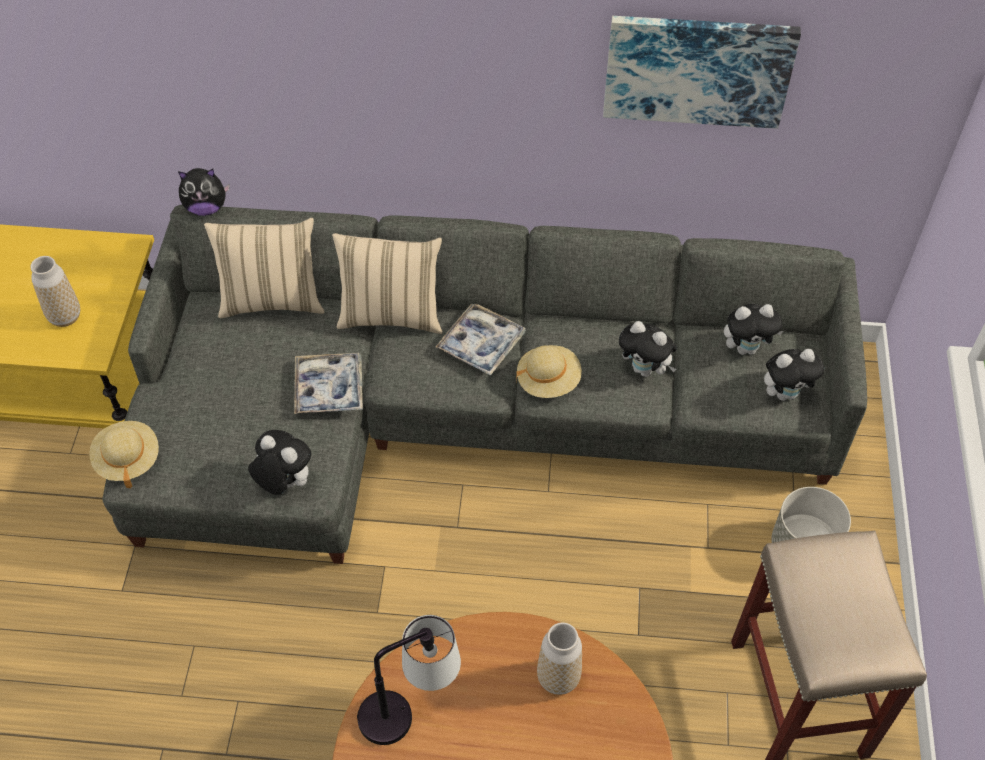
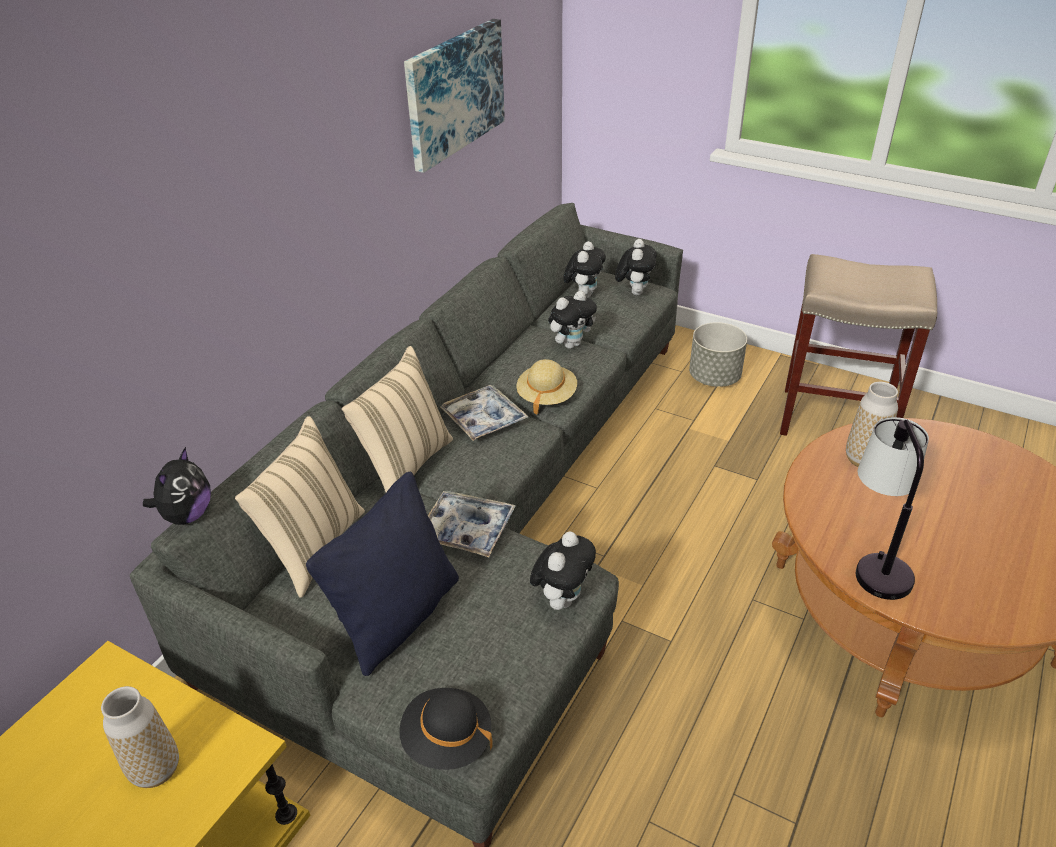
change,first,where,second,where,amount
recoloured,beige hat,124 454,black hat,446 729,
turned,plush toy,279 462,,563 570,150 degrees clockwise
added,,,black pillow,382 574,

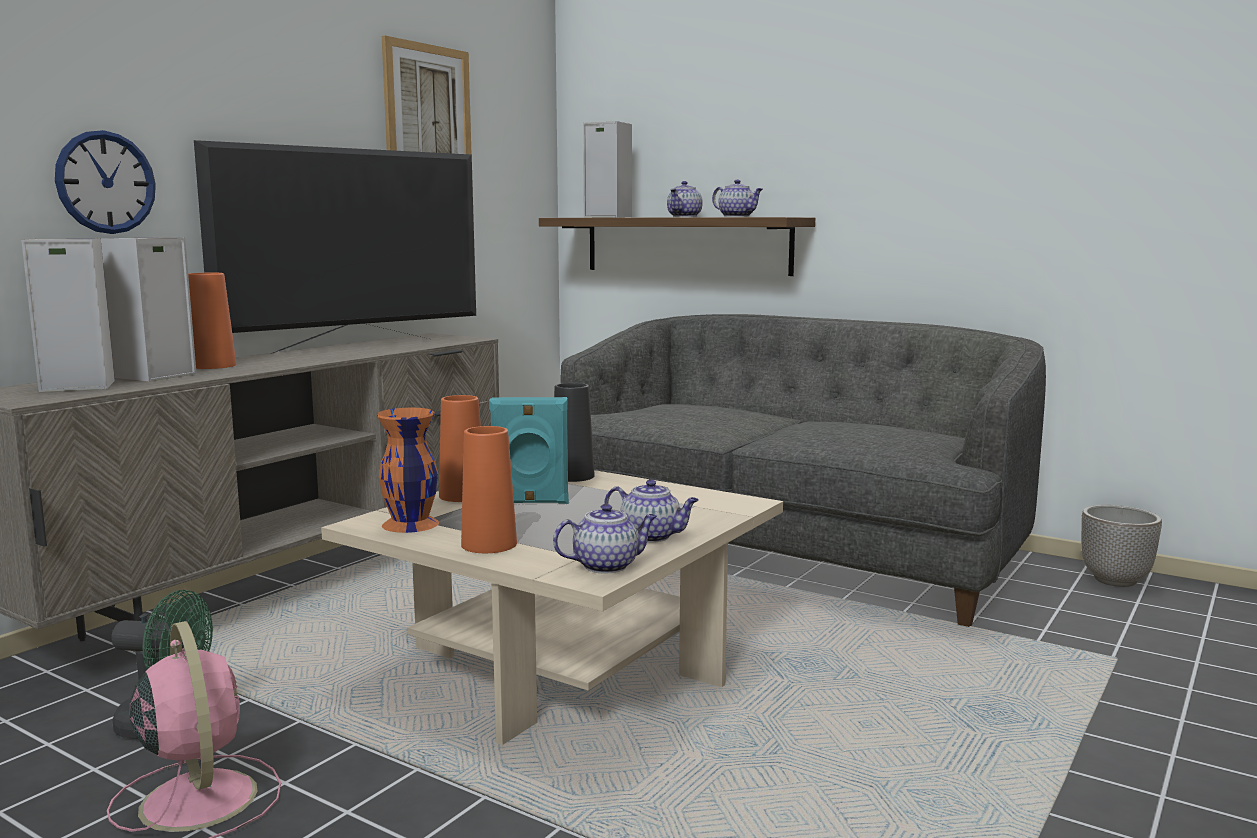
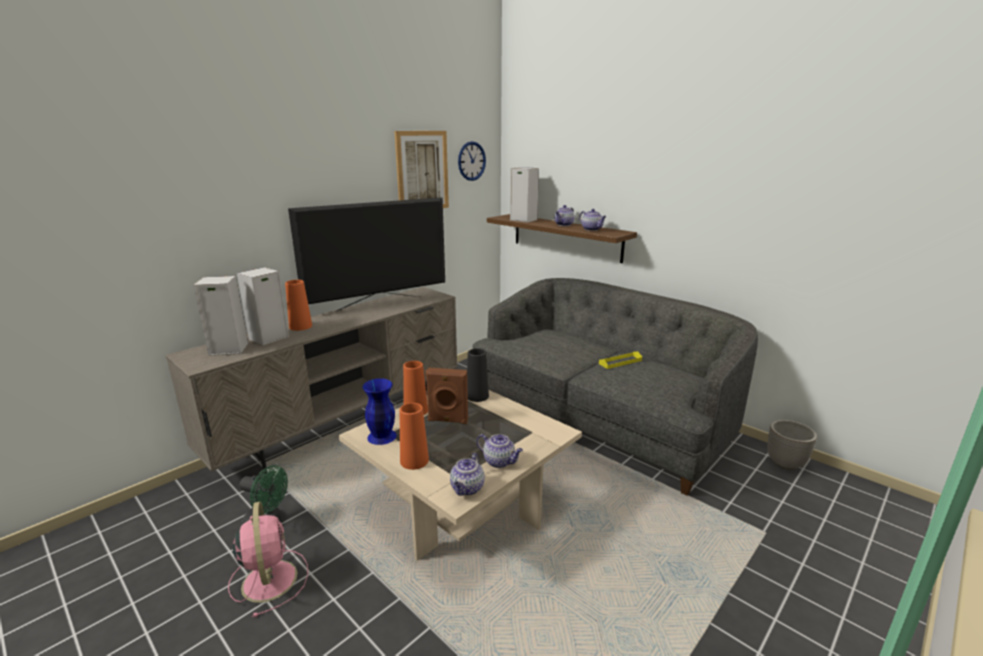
change,first,where,second,where,amount
moved,wall clock,105 182,,472 161,
recoloured,turquoise speaker,529 450,brown speaker,446 395,
recoloured,orange vase,408 470,blue vase,379 411,
turned,teapot,605 538,,467 474,120 degrees clockwise
added,,,yellow tray,620 360,

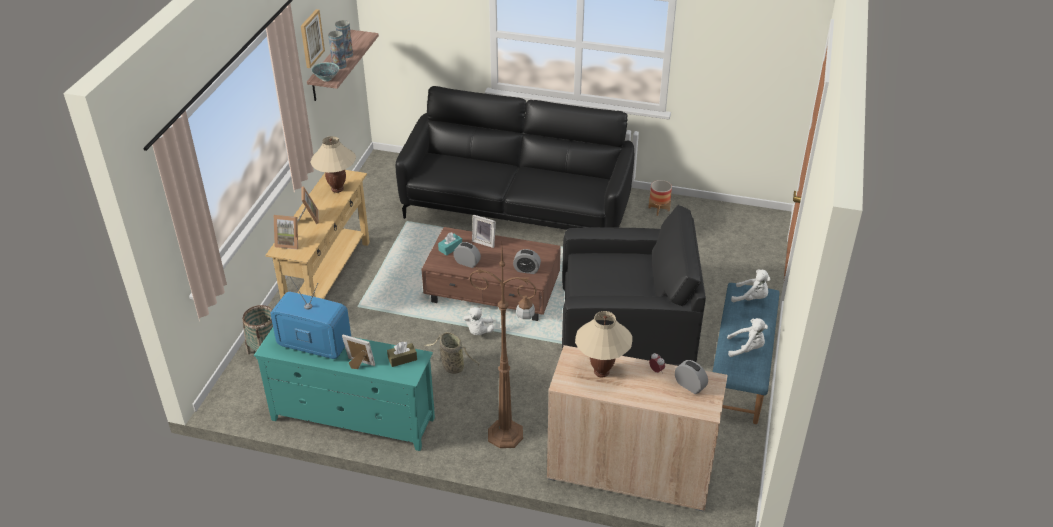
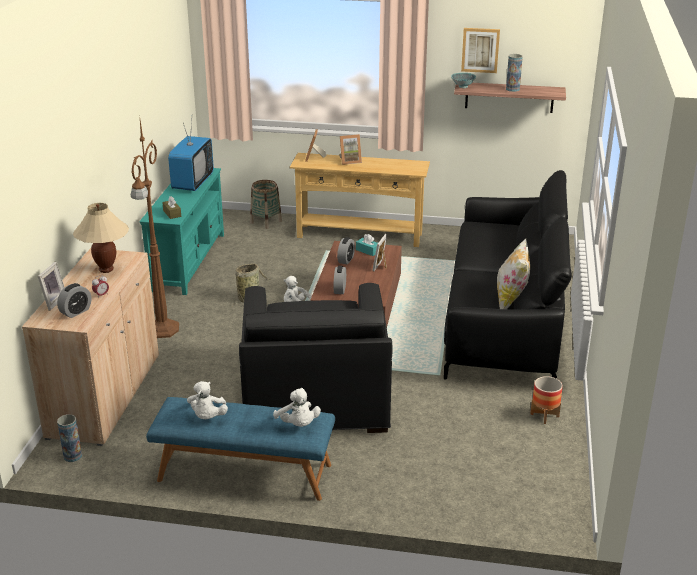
change,first,where,second,where,amount
moved,vase,337 50,,69 438,
removed,beige table lamp,333 164,,,
turned,white plush toy,750 286,,297 407,45 degrees counterclockwise
moved,picture frame,358 351,,51 286,
added,,,pillow,513 274,

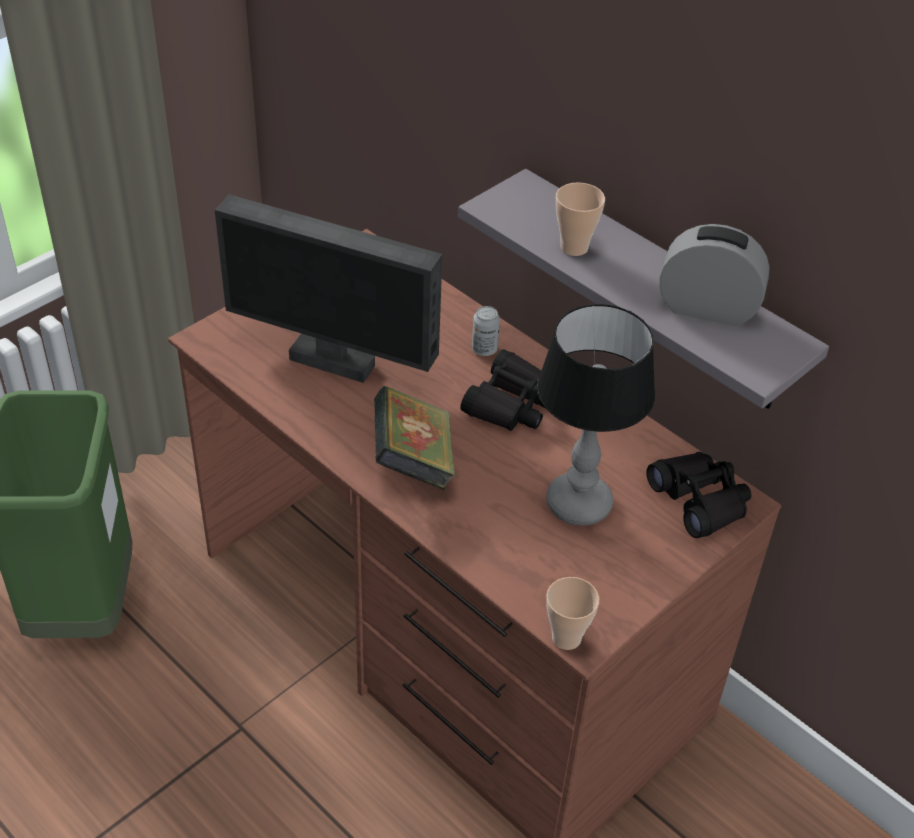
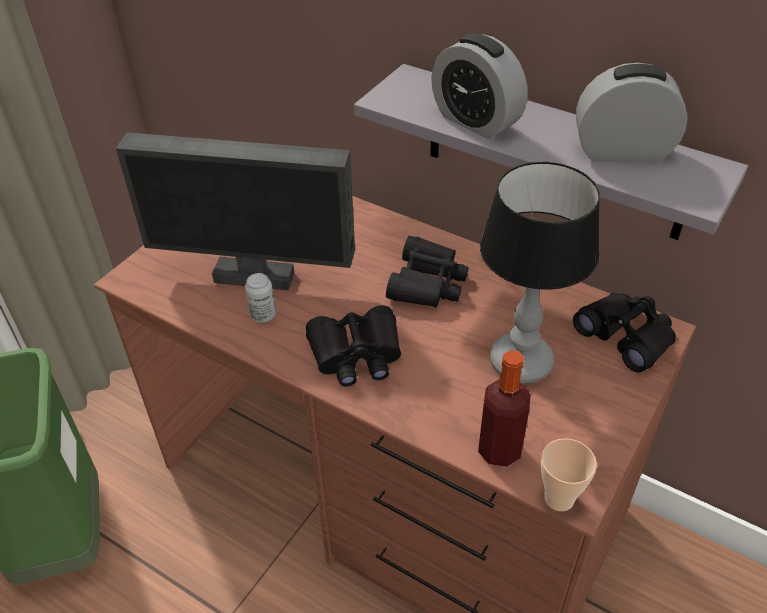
change,first,where,second,where,amount
replaced,cup,580 219,alarm clock,479 86,
moved,can,486 331,,260 297,
replaced,book,414 438,black binoculars,353 346,
added,,,bottle,504 408,

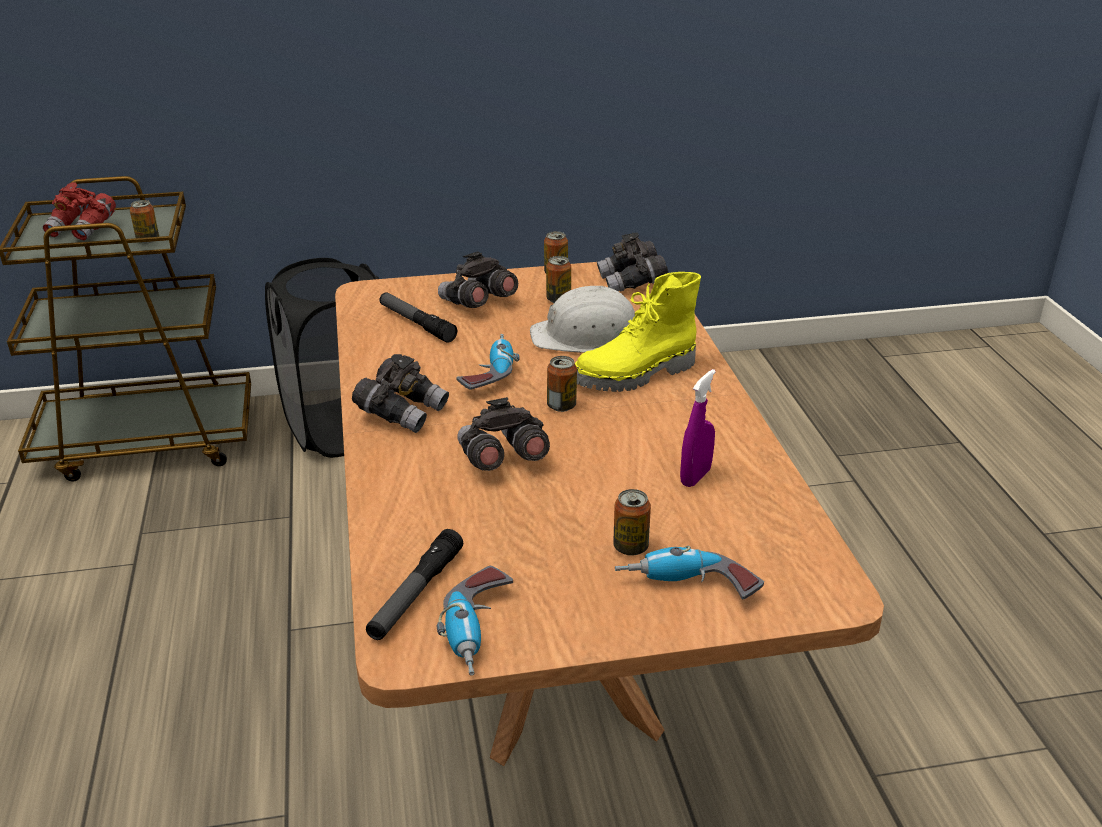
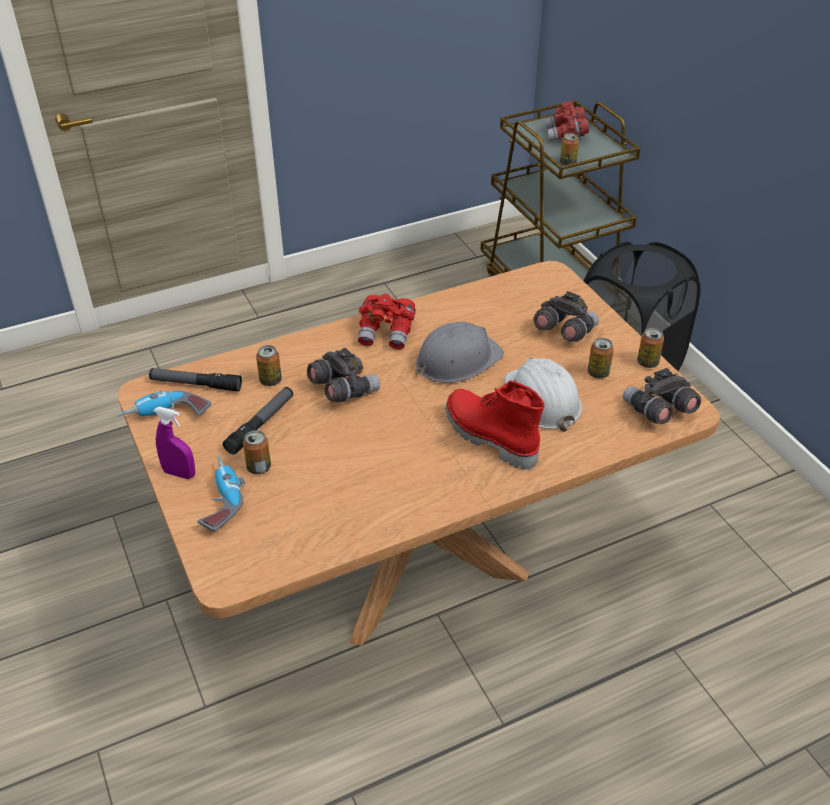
change,first,where,second,where,amount
recoloured,yellow boot,638 332,red boot,495 425,
moved,flashlight,418 317,,258 421,
replaced,power drill,488 362,grey hard hat,460 352,
recoloured,grey binoculars,400 393,red binoculars,387 321,
moved,can,562 384,,269 365,
moved,purple spray bottle,698 428,,174 443,

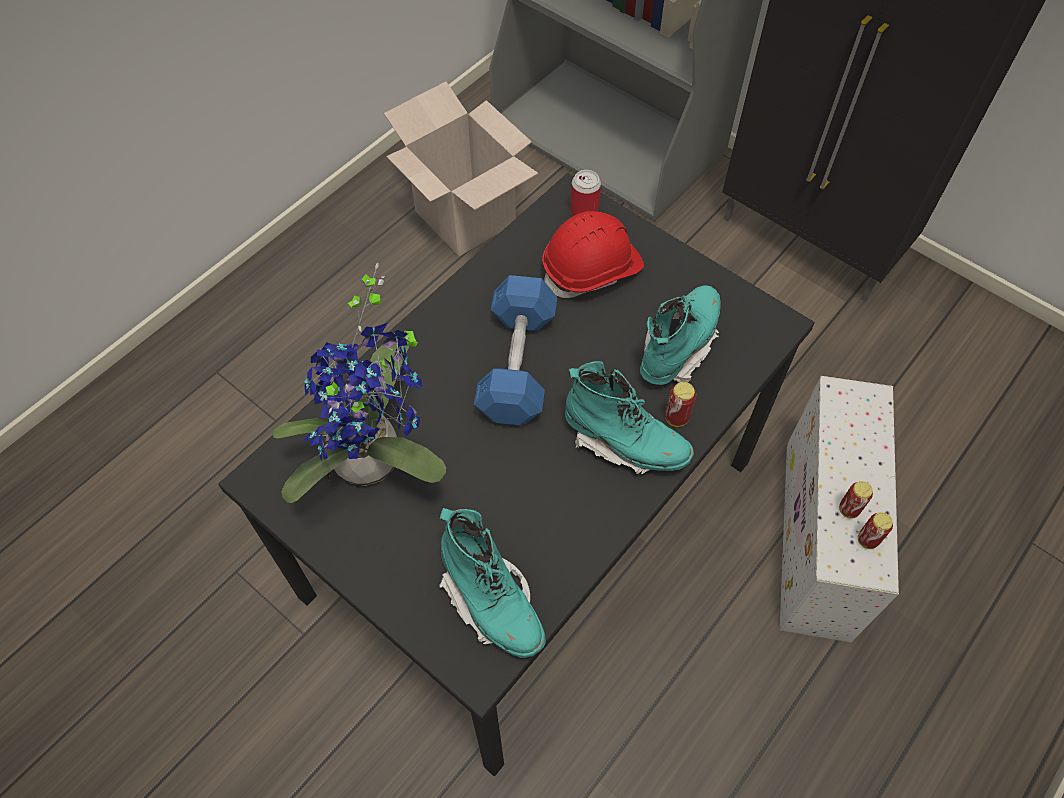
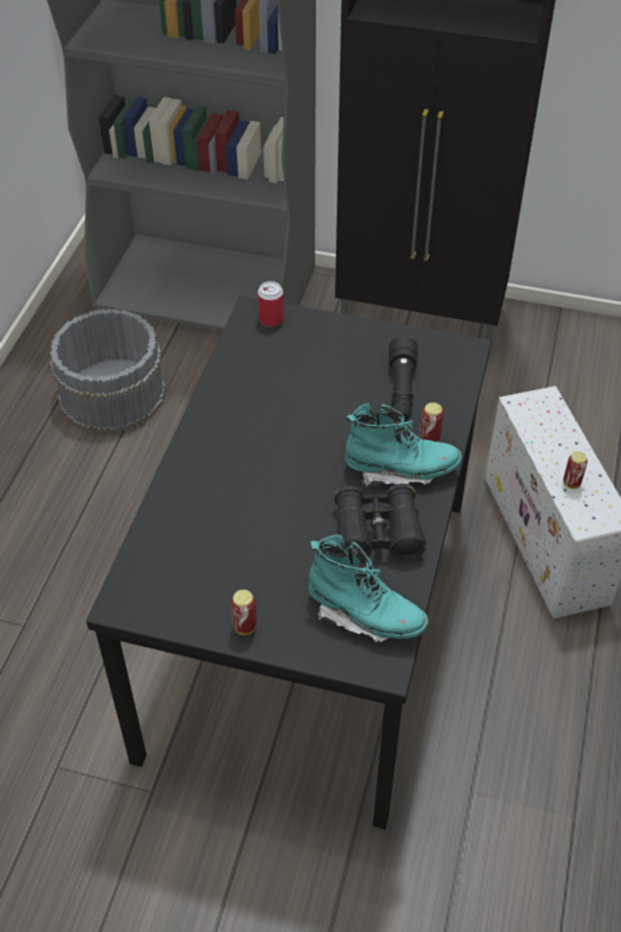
change,first,where,second,where,amount
replaced,cardboard box,461 168,grey bucket,108 371,
removed,red hard hat,593 254,,,
removed,potted plant,359 383,,,
removed,blue dumbbell,515 350,,,
replaced,turquoise boot,680 335,black flashlight,403 378,
moved,can,875 530,,244 612,
added,,,black binoculars,379 521,

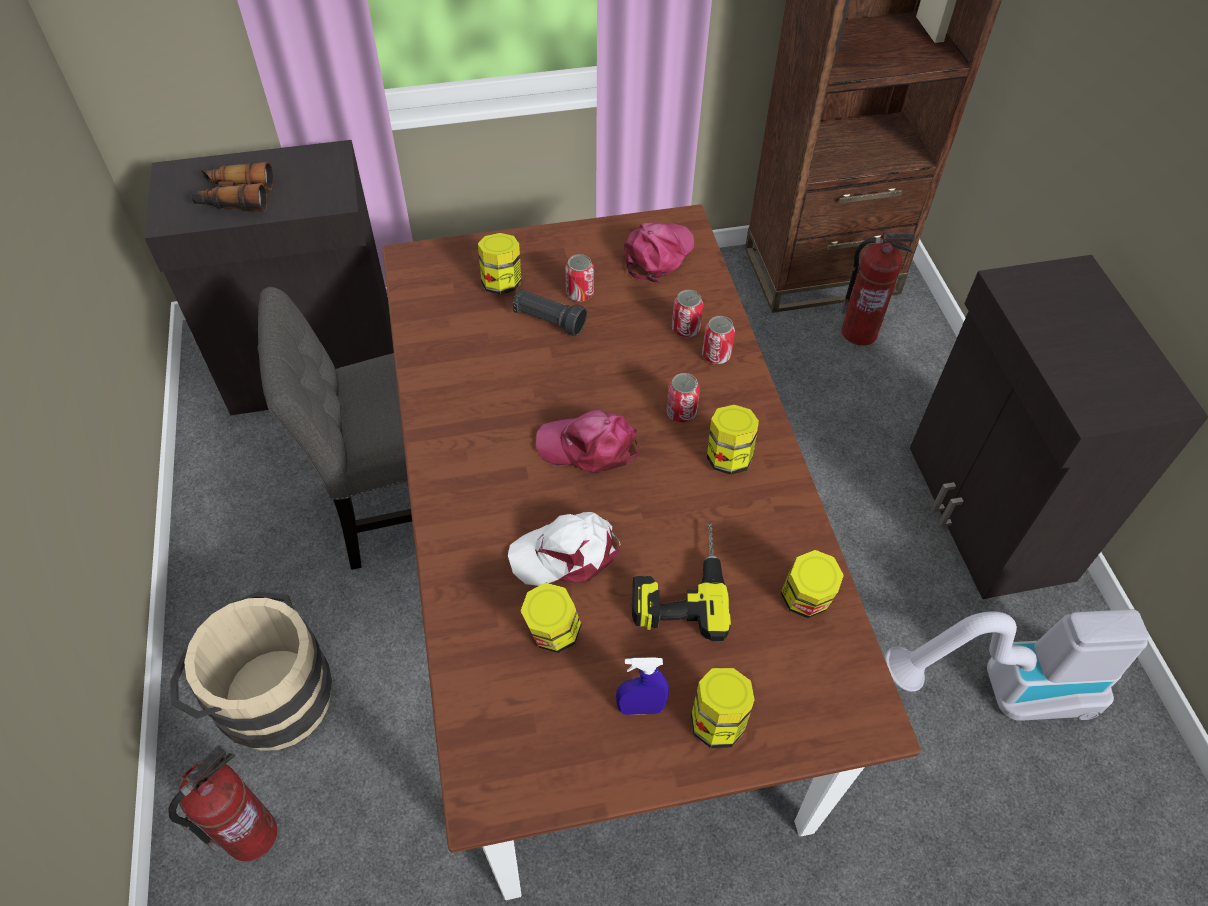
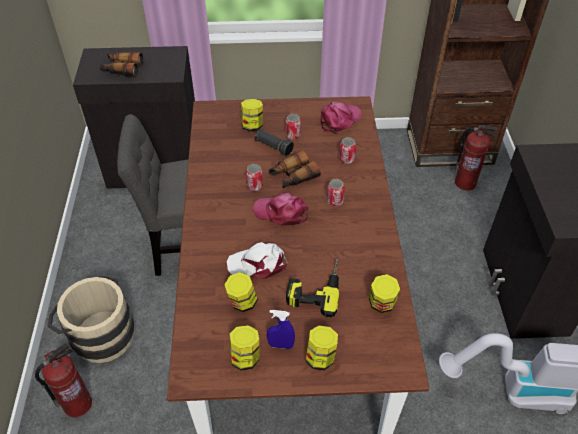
change,first,where,second,where,amount
moved,can,718 340,,254 177,
moved,jar,733 439,,244 347,
added,,,binoculars,295 169,

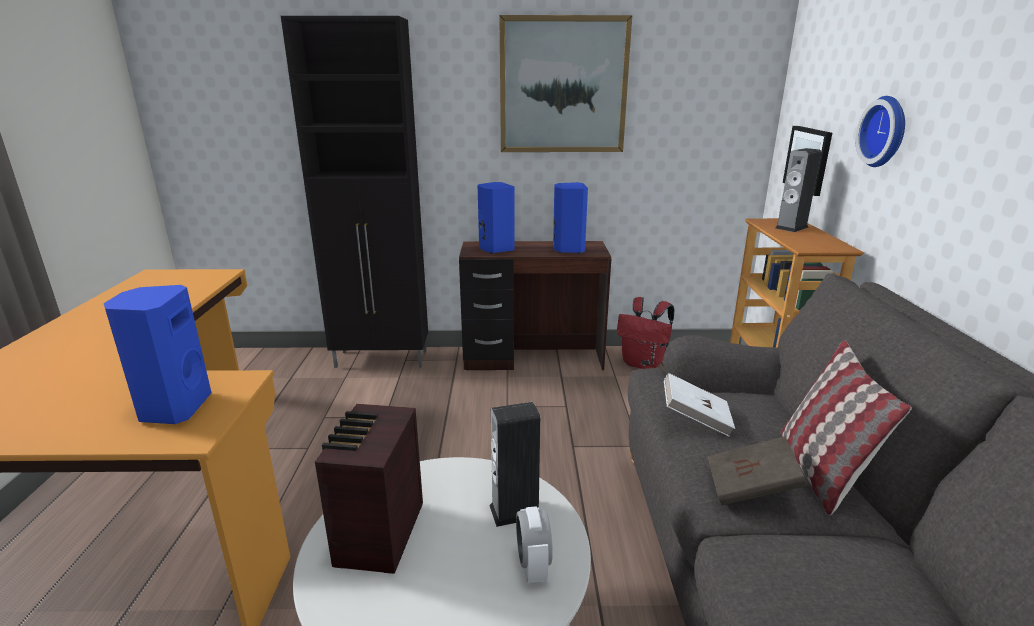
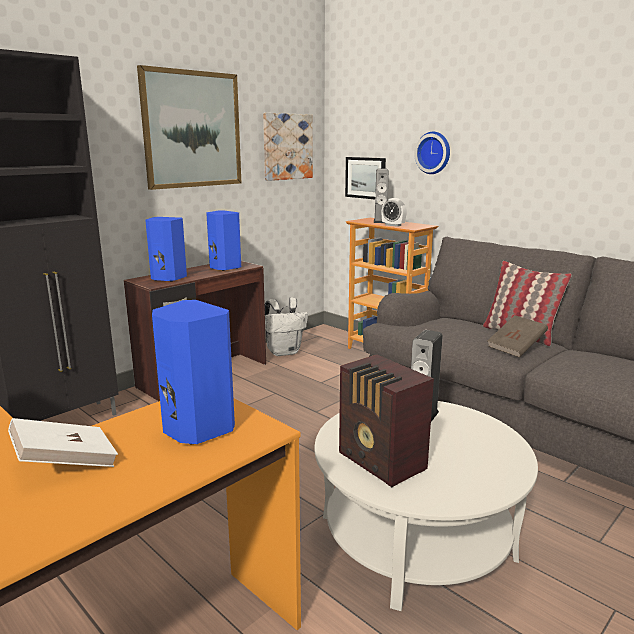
change,first,where,second,where,amount
recoloured,red backpack,645 333,white backpack,286 326,
moved,white book,699 405,,63 442,
moved,alarm clock,534 544,,394 212,
added,,,picture,288 147,

